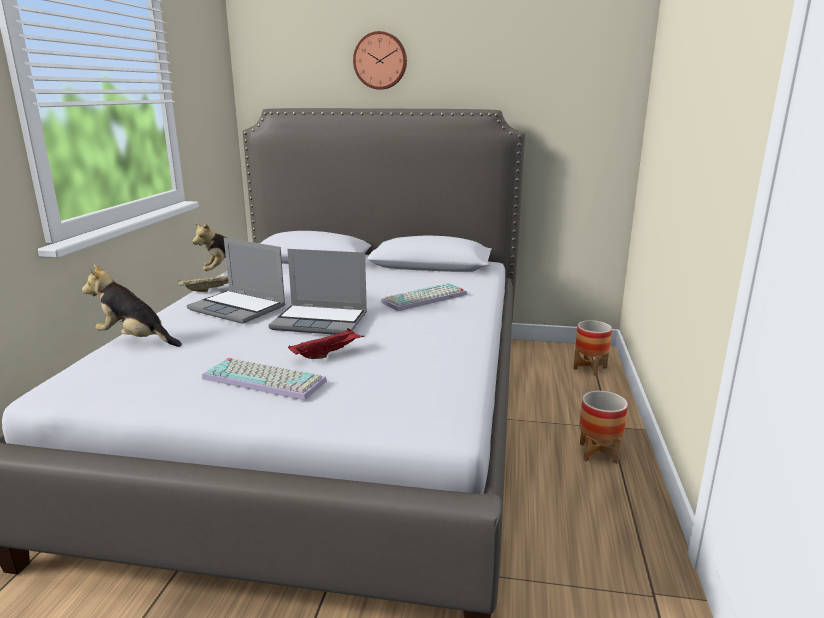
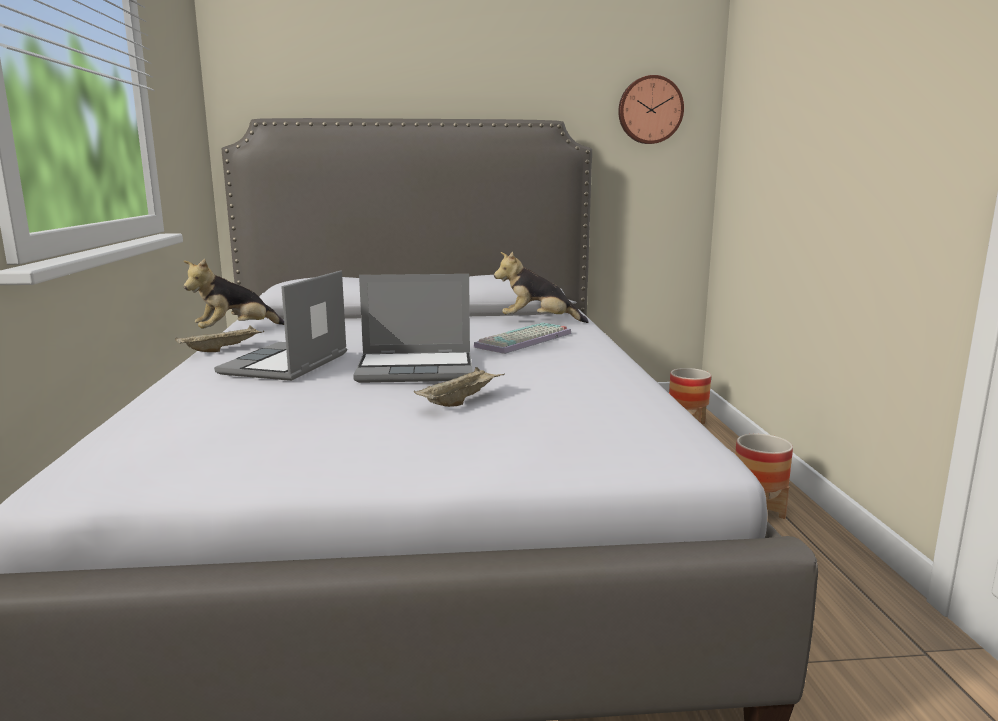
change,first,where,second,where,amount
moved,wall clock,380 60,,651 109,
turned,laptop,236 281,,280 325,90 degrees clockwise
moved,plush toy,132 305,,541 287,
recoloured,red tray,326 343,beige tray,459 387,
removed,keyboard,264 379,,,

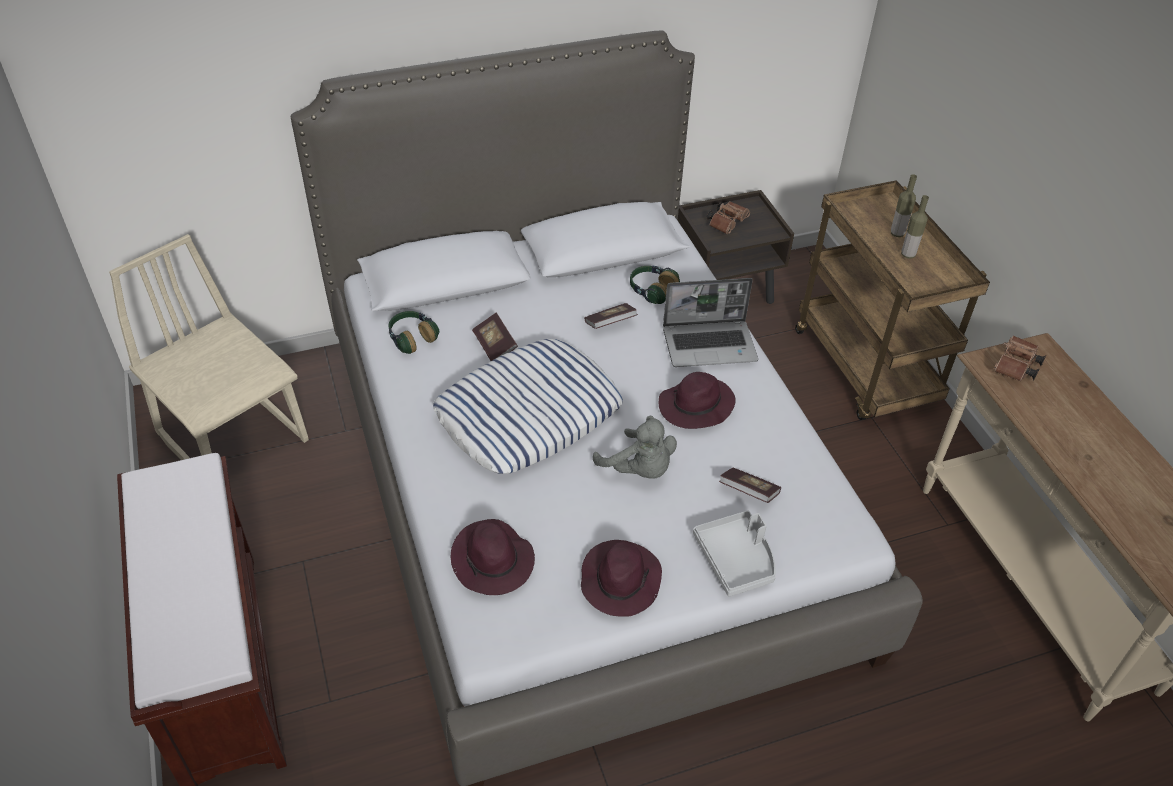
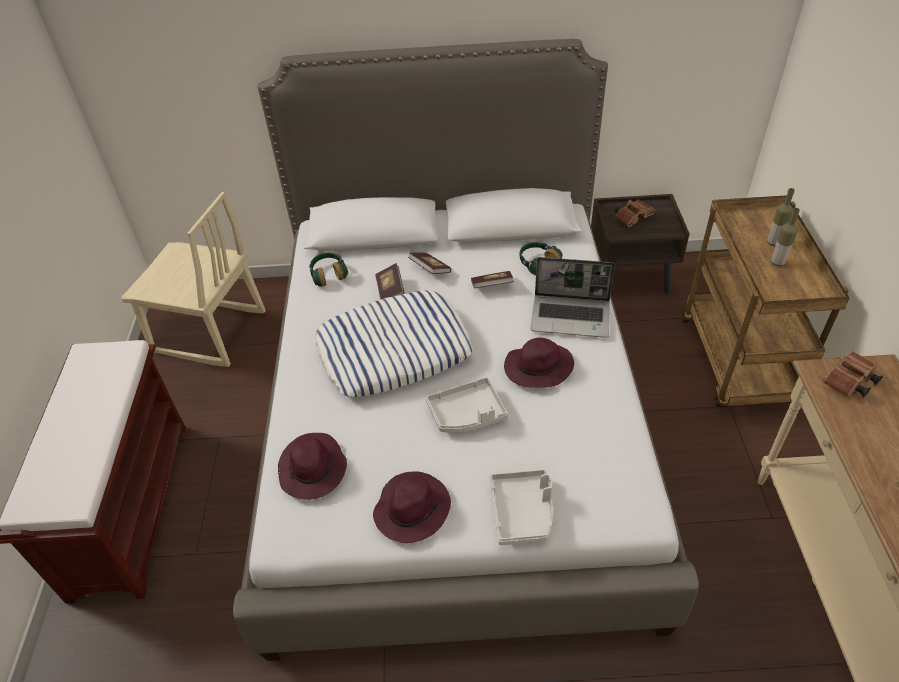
change,first,where,second,where,amount
turned,beige chair,209 347,,193 279,135 degrees clockwise
replaced,grey plush toy,635 447,grey tray,467 405,
moved,book,750 485,,429 263,

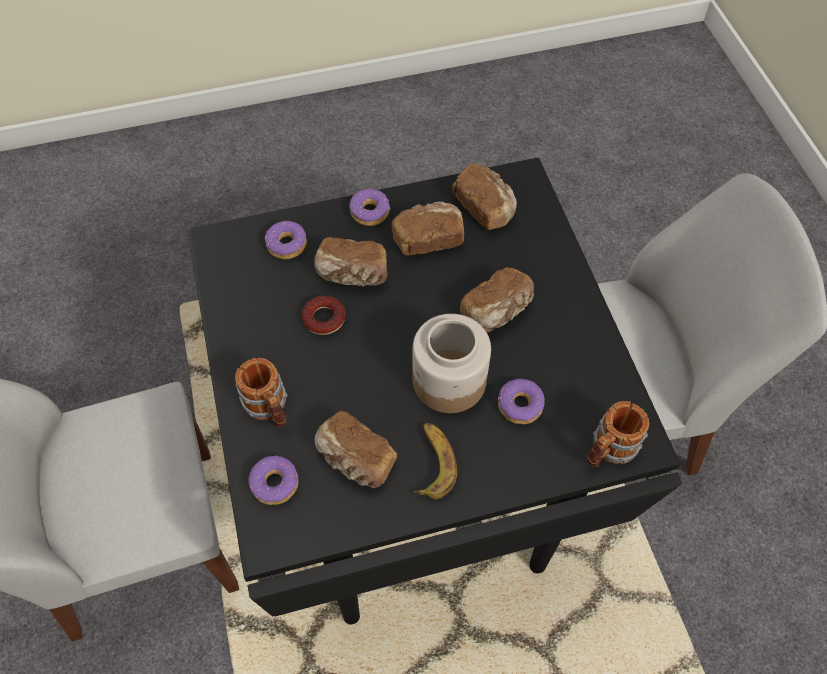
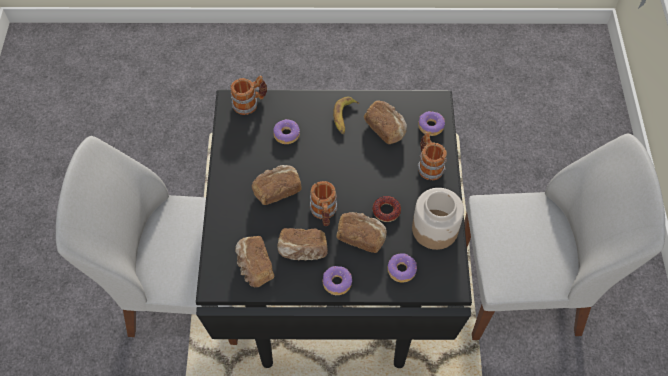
change,first,where,second,where,amount
moved,jar,451 363,,438 219,
added,,,mug,323 203,

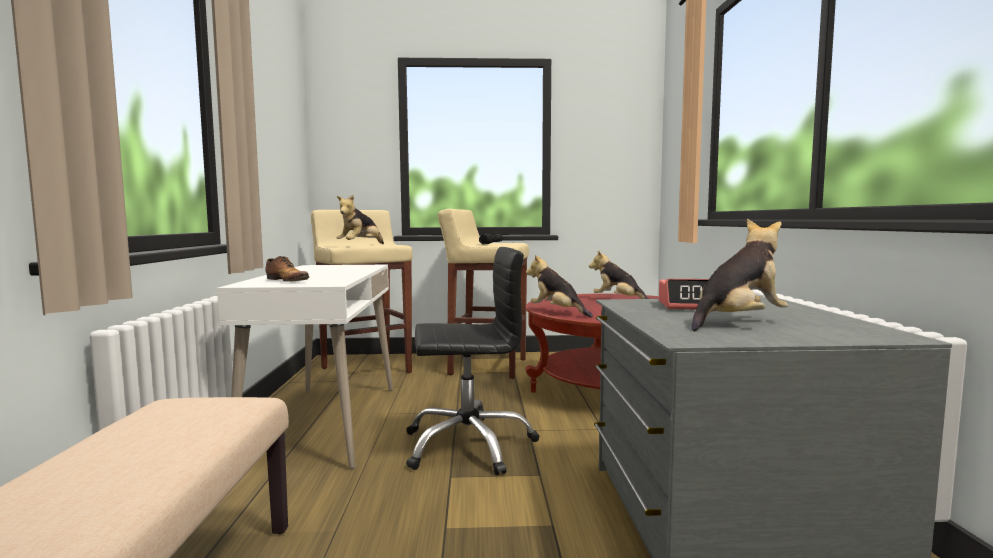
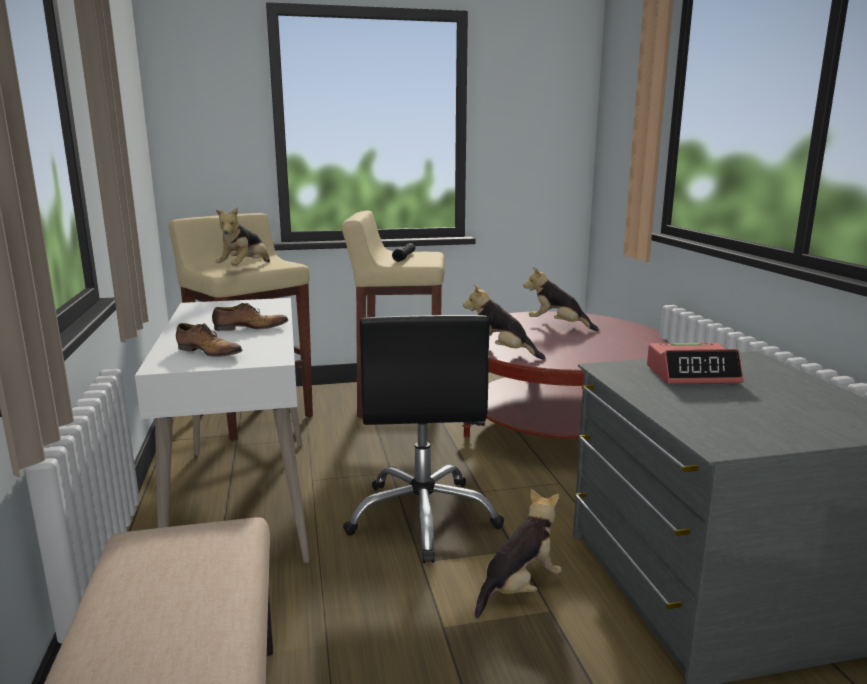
change,first,where,second,where,amount
moved,plush toy,739 275,,518 553,
turned,black office chair,473 361,,423 439,105 degrees clockwise
added,,,shoe,250 317,

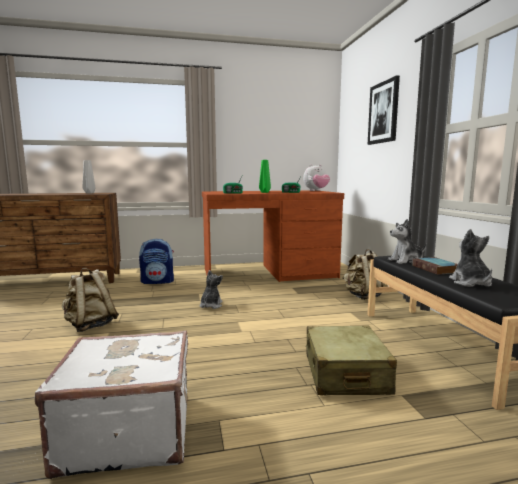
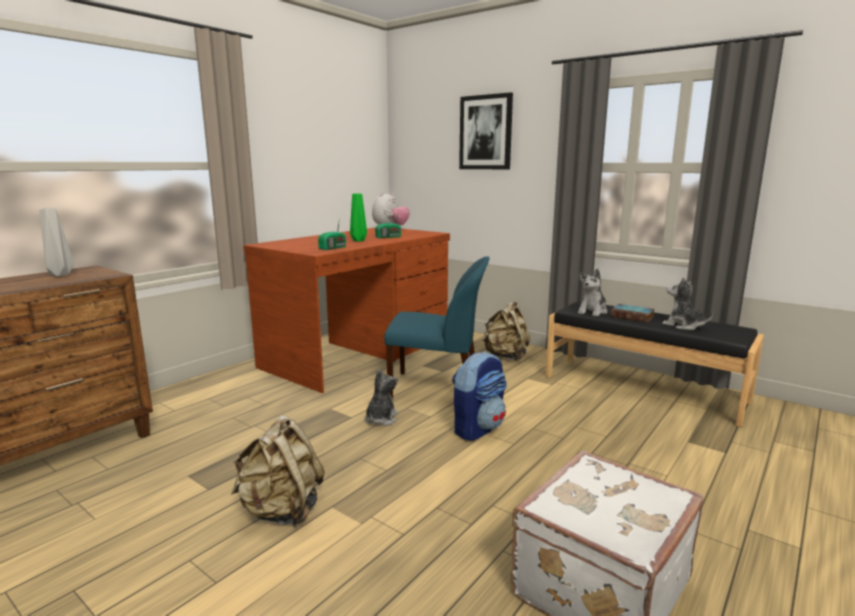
change,first,where,second,where,amount
moved,backpack,156 261,,479 395,
turned,plush toy,211 289,,381 397,45 degrees clockwise
removed,beige suitcase,351 360,,,
added,,,blue chair,436 327,

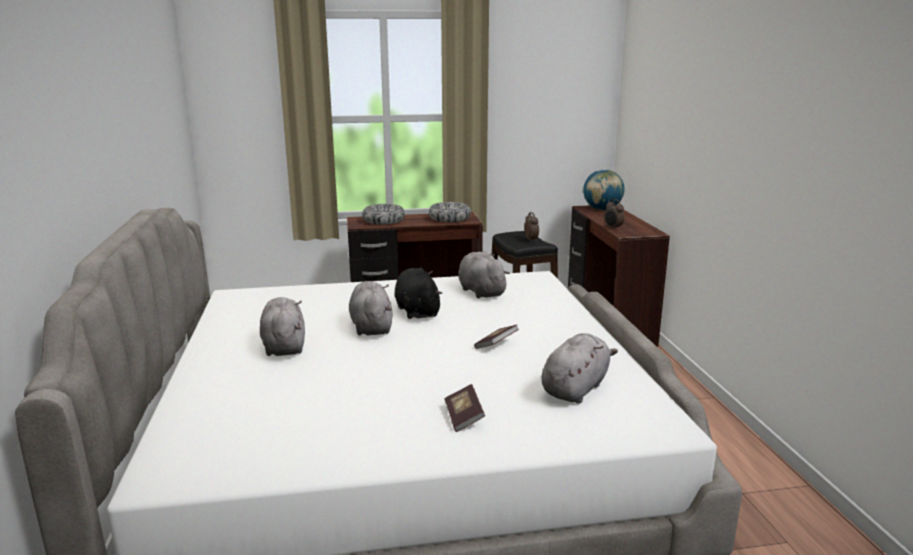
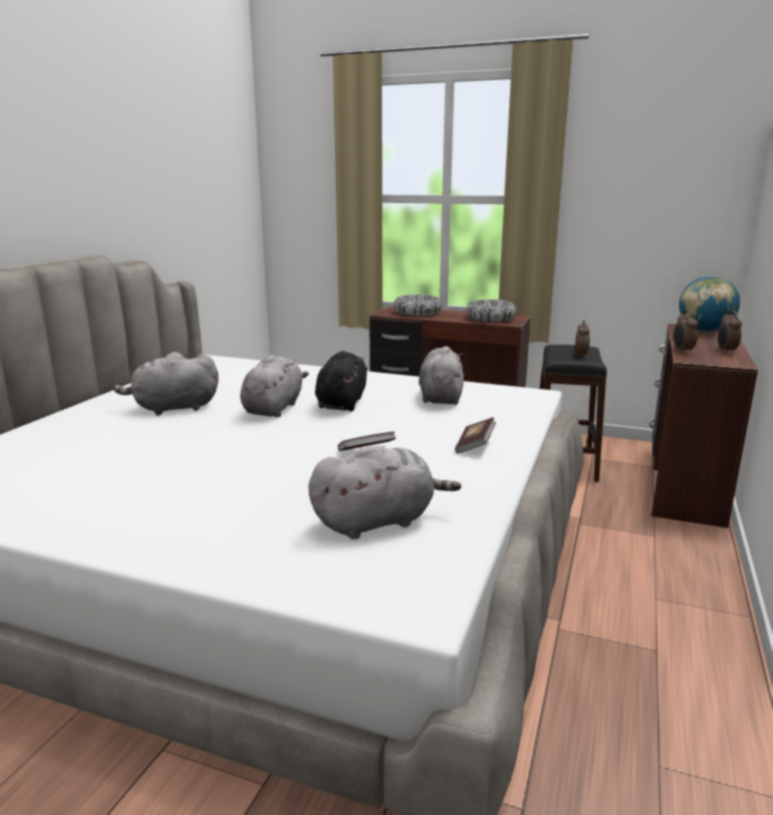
change,first,where,second,where,amount
turned,grey plush toy,282 326,,165 384,120 degrees counterclockwise
moved,book,464 408,,475 435,
added,,,alarm clock,729 332,

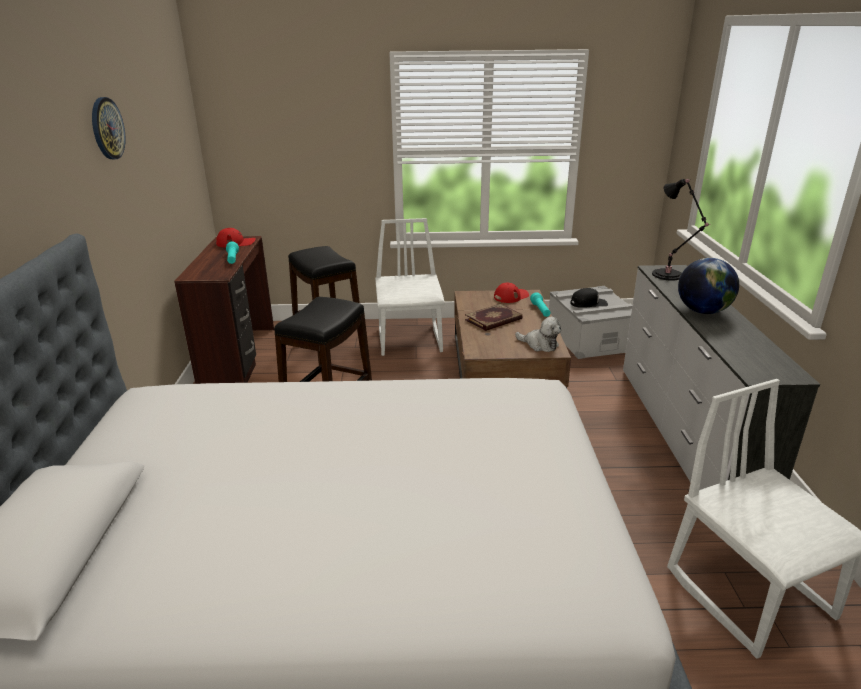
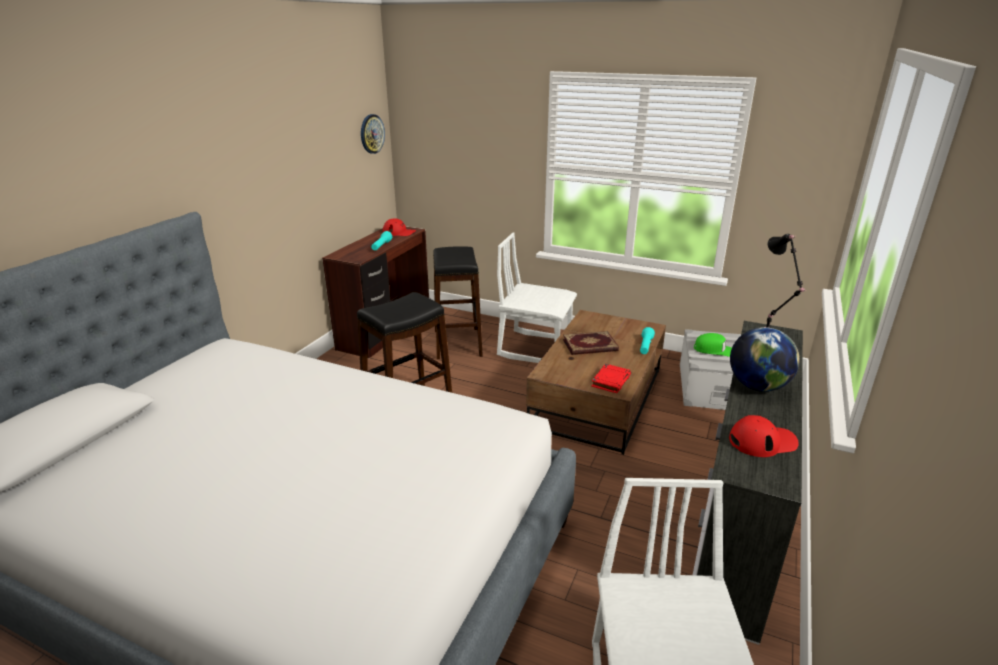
change,first,where,second,where,amount
moved,wall clock,108 128,,373 134,
turned,white chair,410 287,,537 298,90 degrees counterclockwise
moved,red cap,511 293,,764 436,
recoloured,black cap,589 298,green cap,713 345,
replaced,plush toy,538 334,red book,611 378,

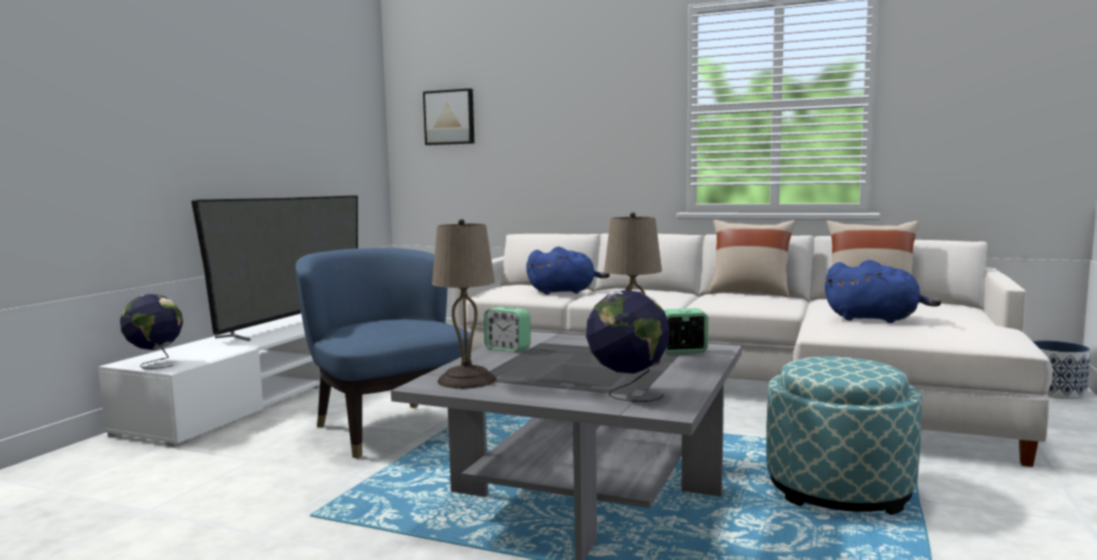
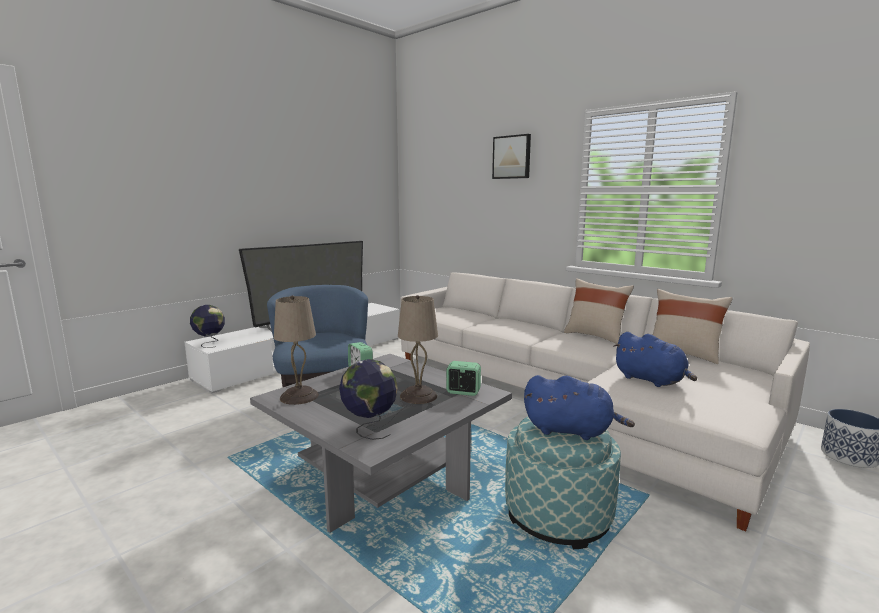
change,first,where,second,where,amount
moved,picture,448 116,,511 156,
moved,blue plush toy,568 270,,579 407,

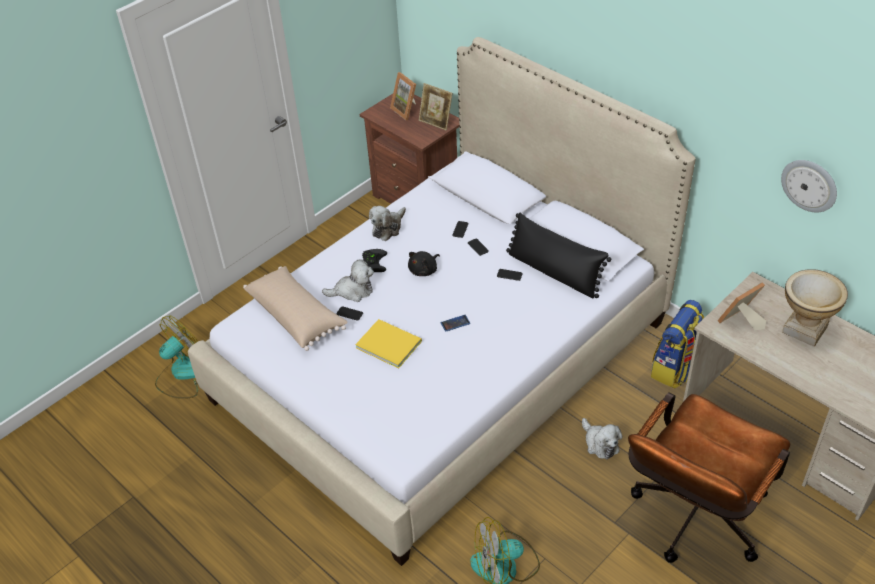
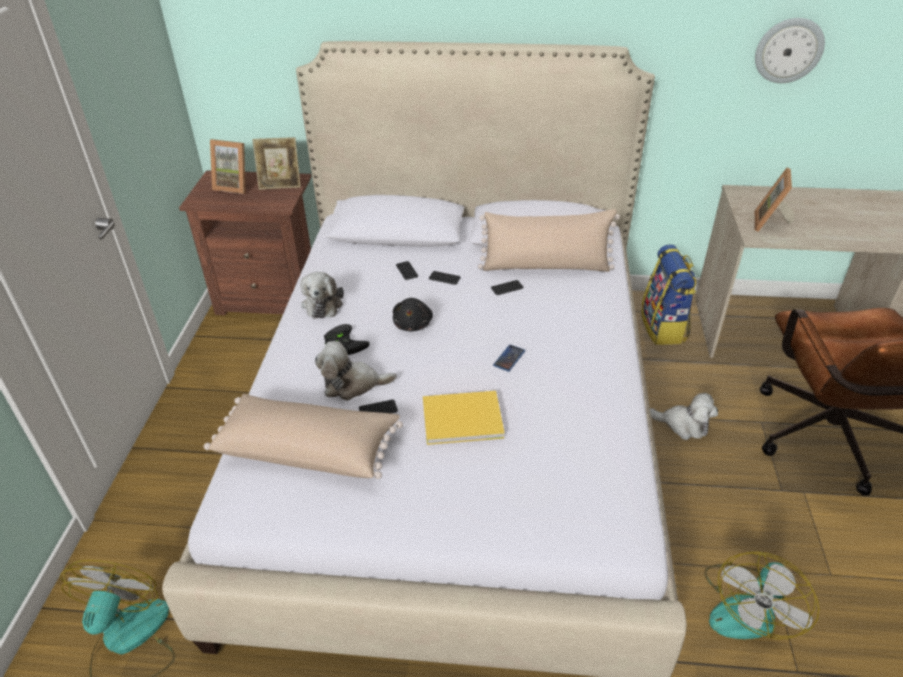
change,first,where,second,where,amount
recoloured,black pillow,558 255,beige pillow,549 240,
turned,plush toy,348 280,,356 370,135 degrees counterclockwise
removed,vase,815 308,,,

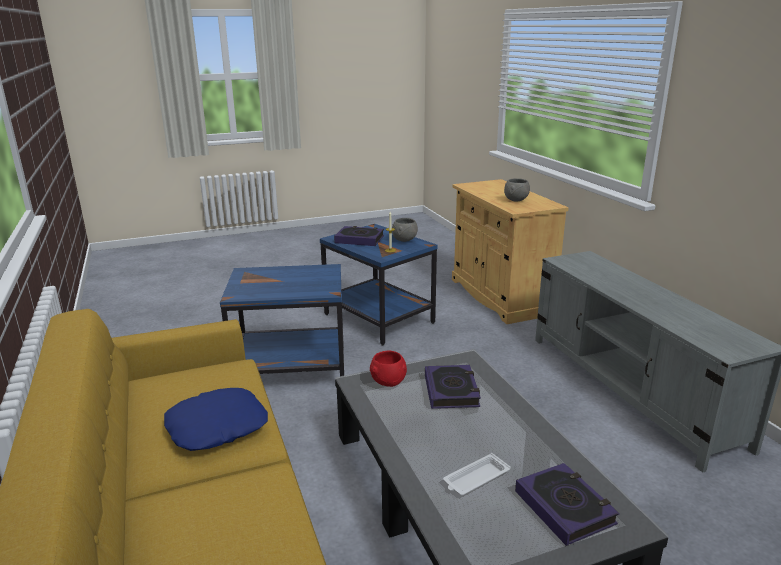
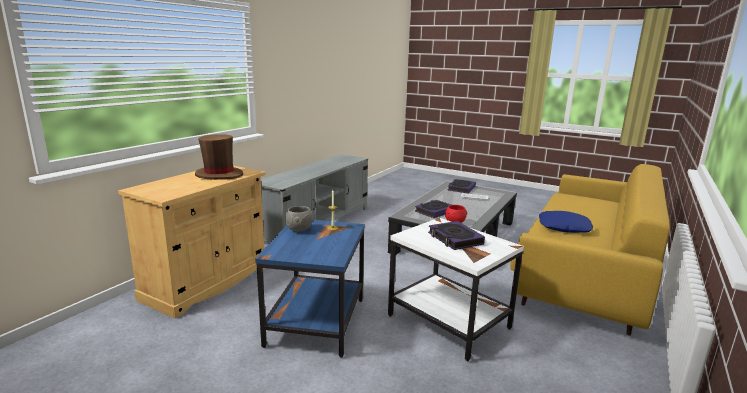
change,first,where,second,where,amount
replaced,grey bowl,517 189,brown hat,219 157,
moved,book,359 236,,456 235,
recoloured,blue side table,282 320,white side table,456 289,

